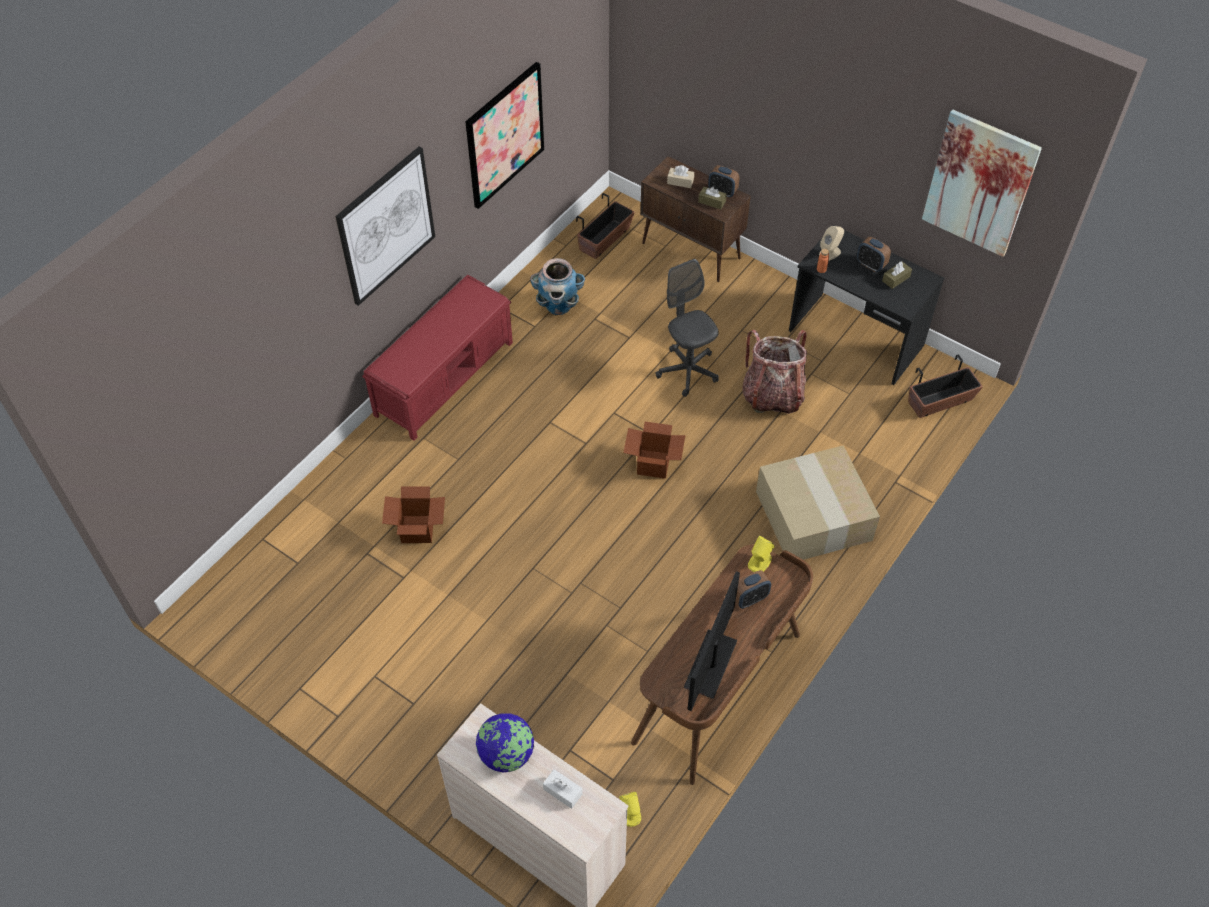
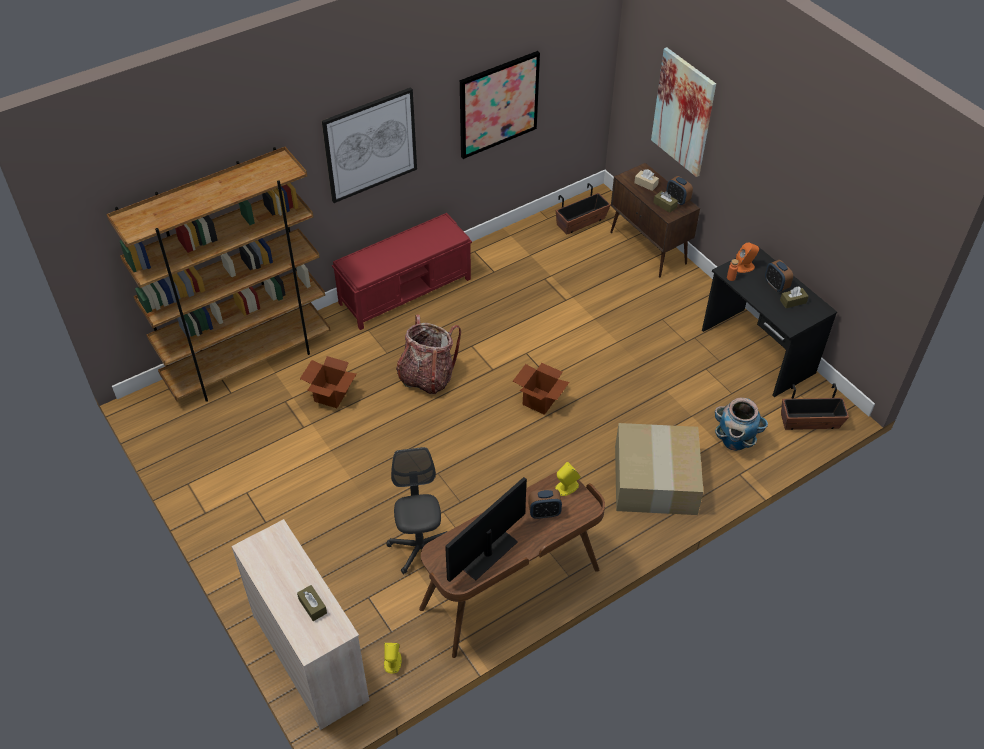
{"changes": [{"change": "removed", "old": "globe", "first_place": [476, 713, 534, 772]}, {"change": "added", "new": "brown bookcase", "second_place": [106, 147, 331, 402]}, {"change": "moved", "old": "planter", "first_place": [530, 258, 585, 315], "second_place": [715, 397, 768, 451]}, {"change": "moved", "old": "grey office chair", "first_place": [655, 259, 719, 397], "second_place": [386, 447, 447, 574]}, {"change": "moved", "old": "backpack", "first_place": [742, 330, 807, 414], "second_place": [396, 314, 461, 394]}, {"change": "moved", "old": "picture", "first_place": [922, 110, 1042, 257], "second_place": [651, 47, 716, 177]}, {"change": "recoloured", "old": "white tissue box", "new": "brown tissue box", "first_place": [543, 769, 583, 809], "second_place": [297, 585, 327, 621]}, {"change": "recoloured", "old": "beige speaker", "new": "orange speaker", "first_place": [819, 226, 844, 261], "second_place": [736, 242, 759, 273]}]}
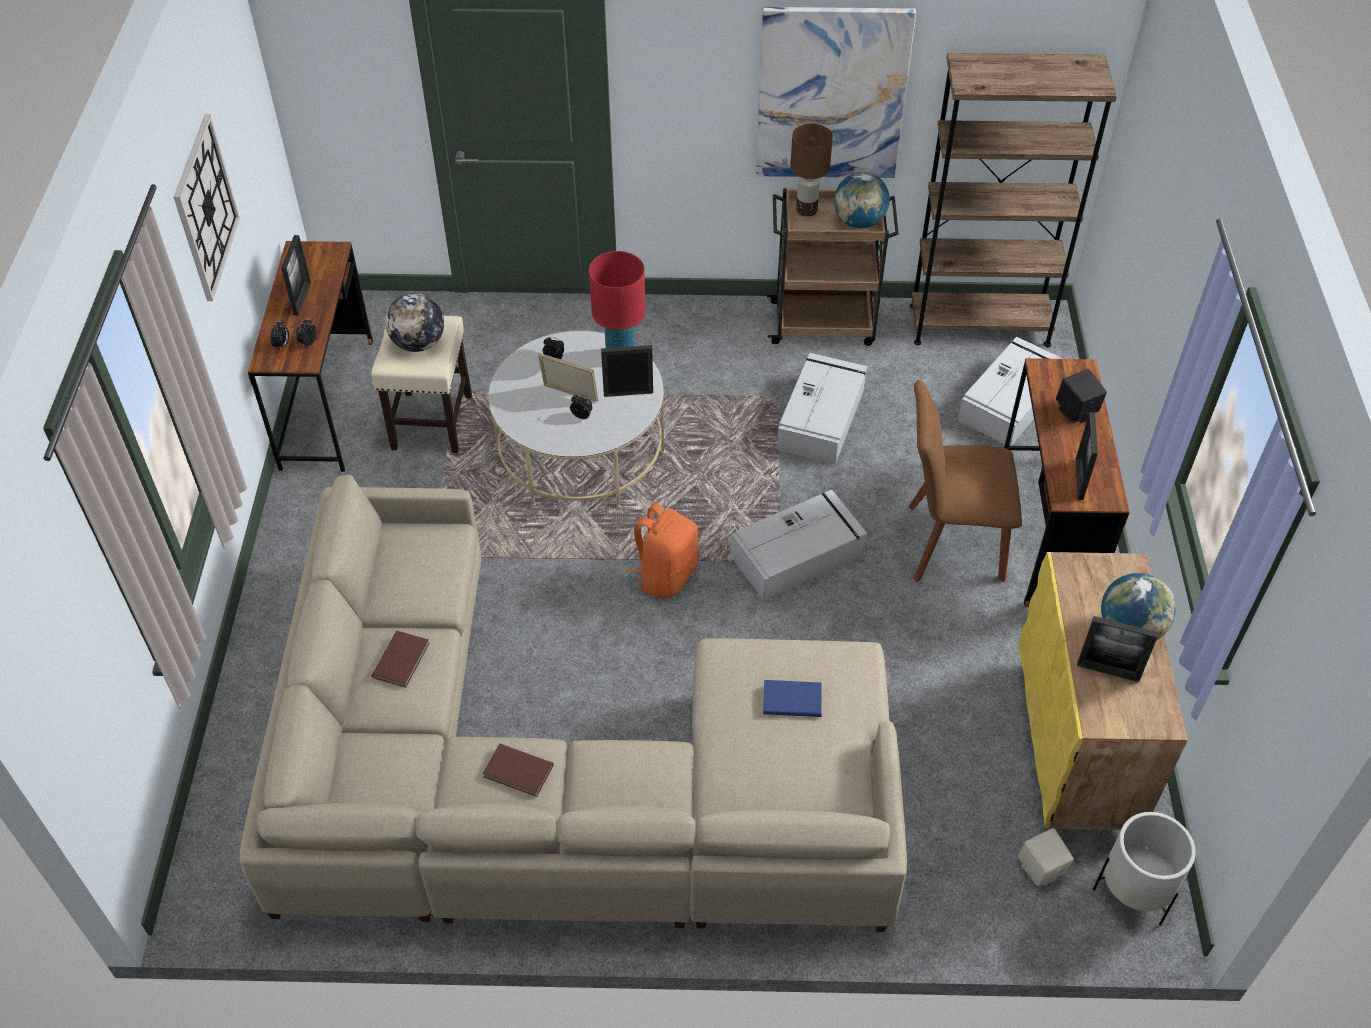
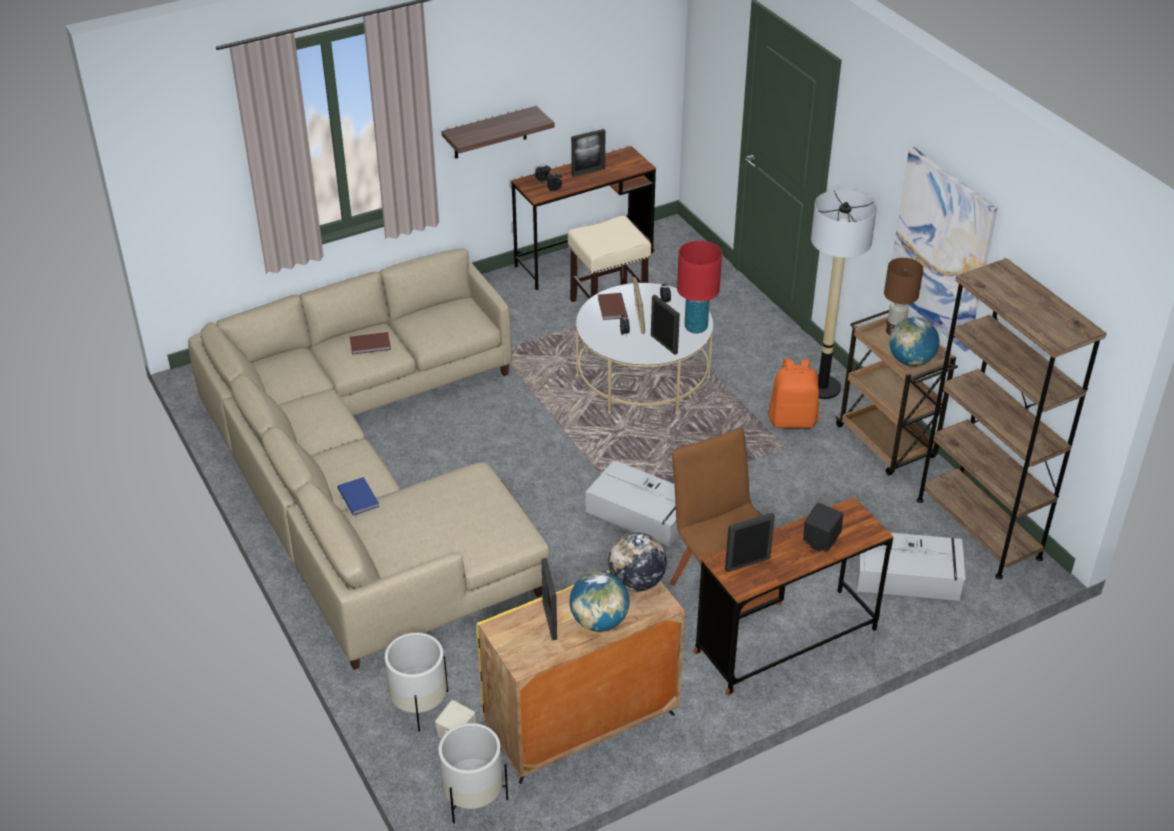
{"changes": [{"change": "removed", "old": "wall clock", "first_place": [174, 114, 240, 301]}, {"change": "removed", "old": "grey storage box", "first_place": [777, 353, 867, 464]}, {"change": "added", "new": "white planter", "second_place": [385, 632, 448, 732]}, {"change": "added", "new": "shelf", "second_place": [442, 106, 554, 159]}, {"change": "added", "new": "floor lamp", "second_place": [811, 189, 877, 399]}, {"change": "moved", "old": "globe", "first_place": [385, 293, 444, 352], "second_place": [608, 532, 667, 592]}, {"change": "moved", "old": "brown book", "first_place": [483, 743, 554, 797], "second_place": [598, 293, 627, 320]}, {"change": "moved", "old": "orange backpack", "first_place": [627, 502, 698, 599], "second_place": [769, 359, 819, 428]}, {"change": "moved", "old": "blue book", "first_place": [763, 680, 822, 717], "second_place": [337, 477, 379, 515]}]}
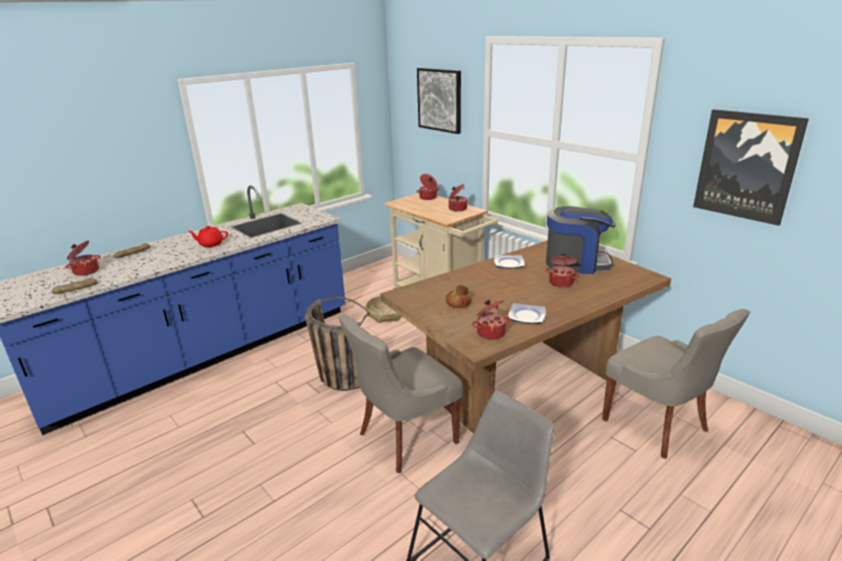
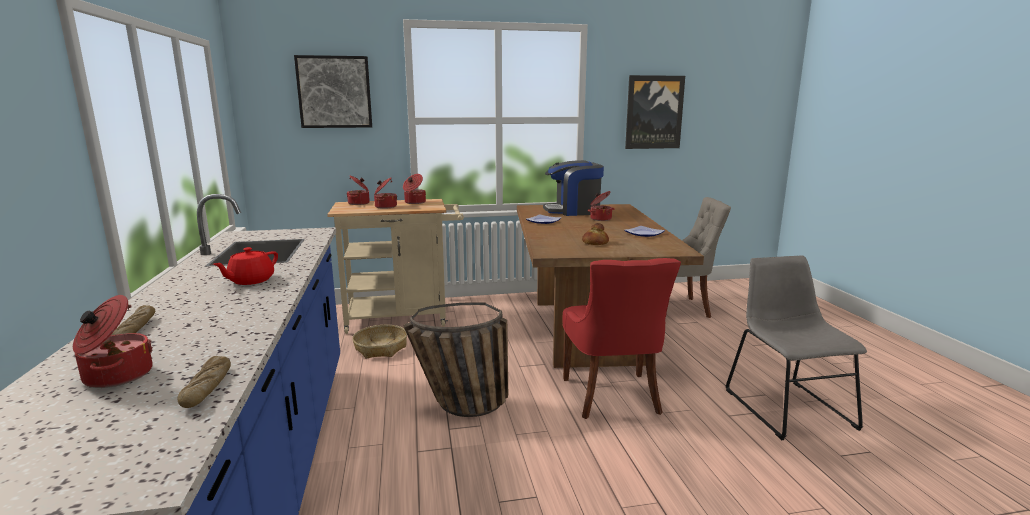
{"changes": [{"change": "moved", "old": "cooking pot", "first_place": [472, 300, 511, 340], "second_place": [374, 178, 397, 209]}, {"change": "recoloured", "old": "grey chair", "new": "red chair", "first_place": [338, 315, 463, 473], "second_place": [562, 258, 681, 419]}, {"change": "turned", "old": "coffee machine", "first_place": [546, 206, 616, 274], "second_place": [543, 160, 604, 216], "degrees": -135}]}
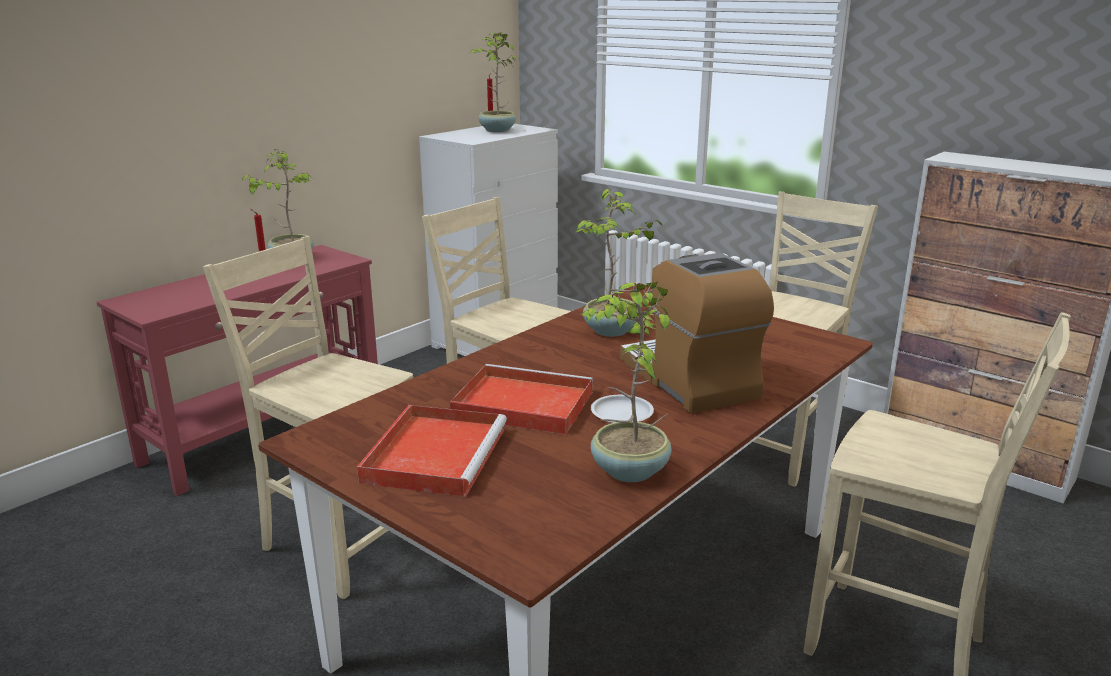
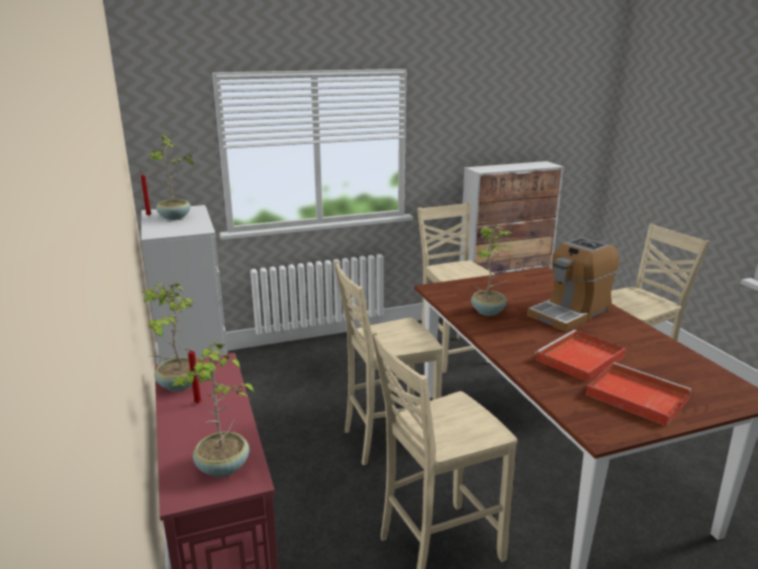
{"changes": [{"change": "removed", "old": "white plate", "first_place": [591, 395, 654, 423]}, {"change": "moved", "old": "potted plant", "first_place": [581, 281, 672, 482], "second_place": [171, 341, 255, 477]}, {"change": "turned", "old": "coffee machine", "first_place": [620, 253, 774, 414], "second_place": [527, 237, 619, 332], "degrees": -45}]}
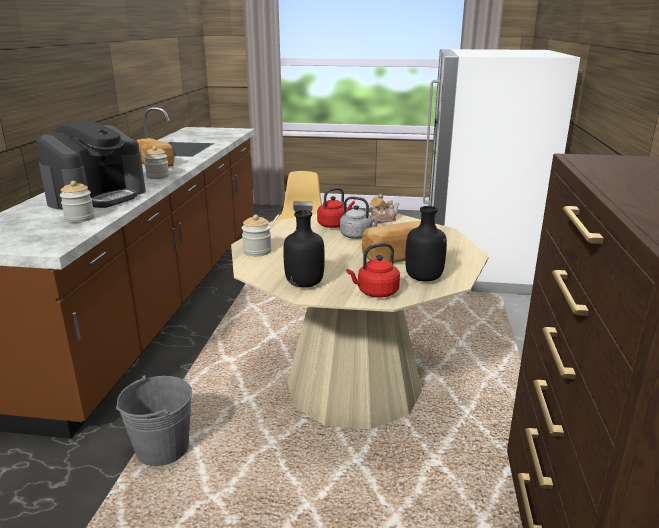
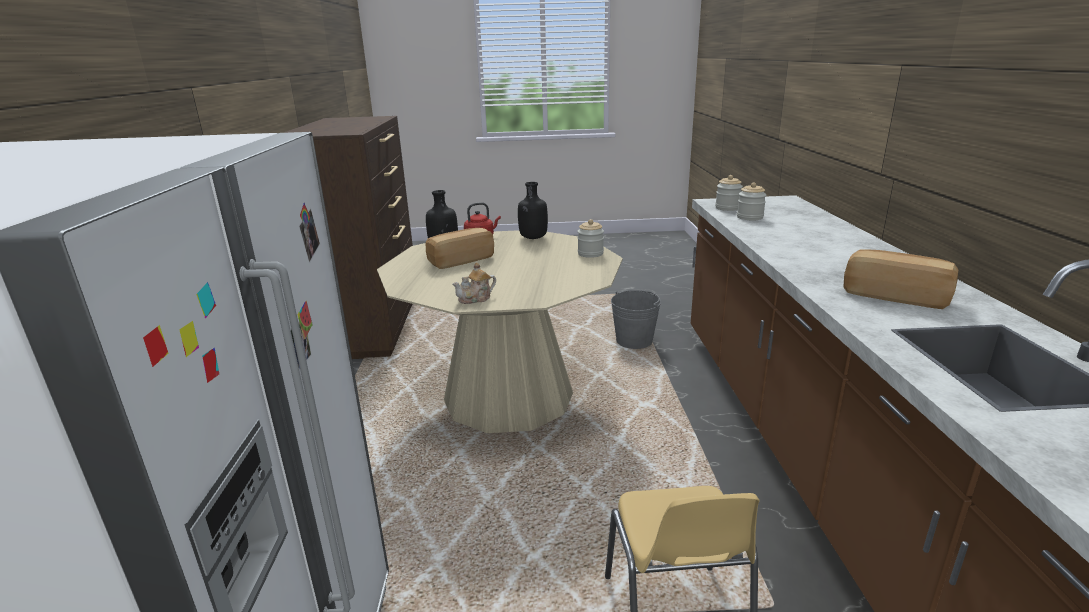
{"changes": [{"change": "removed", "old": "coffee machine", "first_place": [36, 121, 146, 210]}, {"change": "removed", "old": "red kettle", "first_place": [317, 187, 355, 228]}, {"change": "removed", "old": "grey kettle", "first_place": [340, 197, 381, 239]}, {"change": "moved", "old": "jar", "first_place": [144, 146, 169, 179], "second_place": [715, 175, 743, 211]}]}
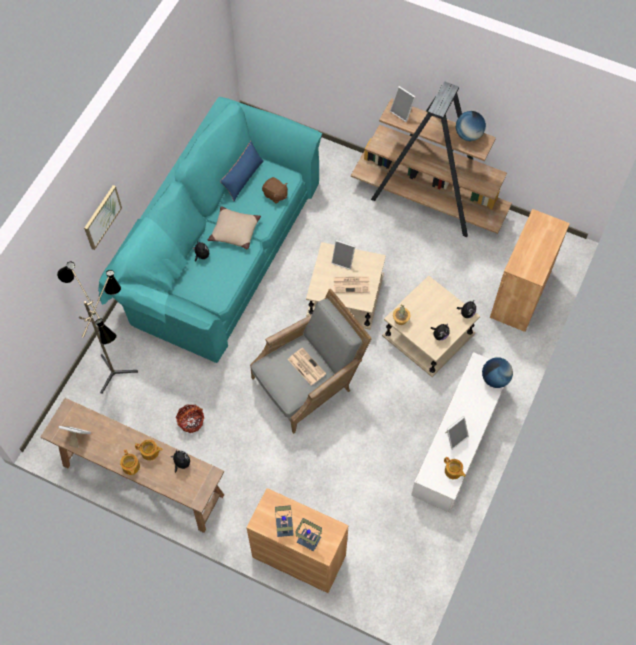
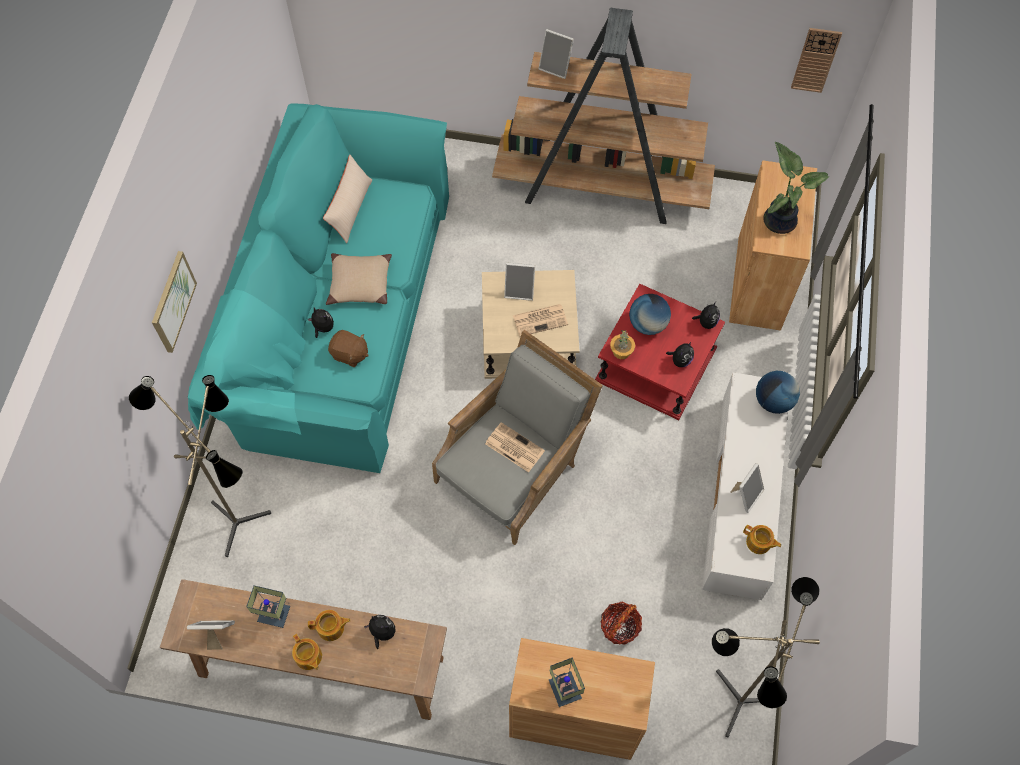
{"changes": [{"change": "added", "new": "floor lamp", "second_place": [712, 577, 820, 738]}, {"change": "added", "new": "potted plant", "second_place": [763, 142, 829, 234]}, {"change": "added", "new": "wall clock", "second_place": [791, 28, 842, 93]}, {"change": "moved", "old": "basket", "first_place": [176, 404, 204, 433], "second_place": [600, 602, 642, 645]}, {"change": "moved", "old": "brown plush toy", "first_place": [262, 177, 288, 204], "second_place": [328, 330, 369, 367]}, {"change": "moved", "old": "table lamp", "first_place": [295, 518, 322, 551], "second_place": [246, 585, 290, 628]}, {"change": "moved", "old": "globe", "first_place": [456, 111, 486, 141], "second_place": [629, 294, 671, 335]}, {"change": "recoloured", "old": "blue pillow", "new": "beige pillow", "first_place": [220, 141, 264, 201], "second_place": [323, 155, 372, 243]}, {"change": "recoloured", "old": "beige side table", "new": "red side table", "first_place": [382, 275, 480, 377], "second_place": [595, 284, 725, 420]}]}
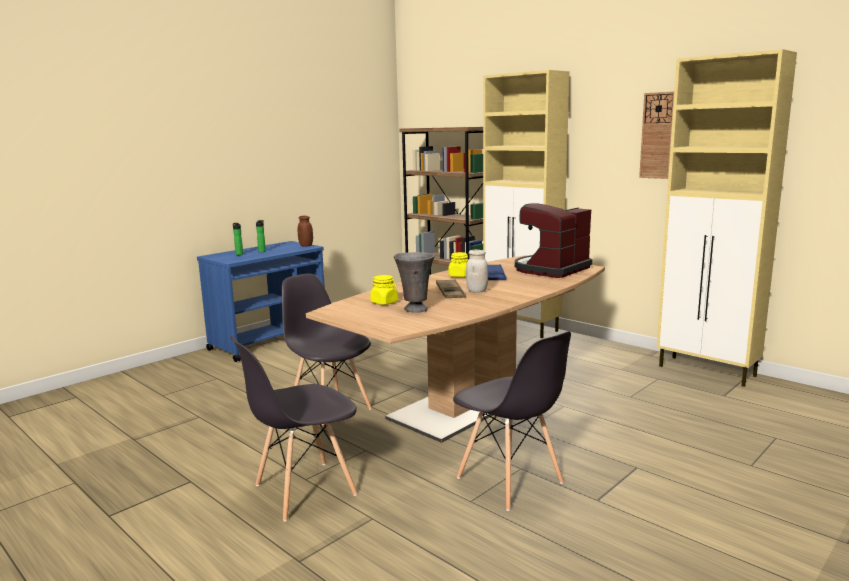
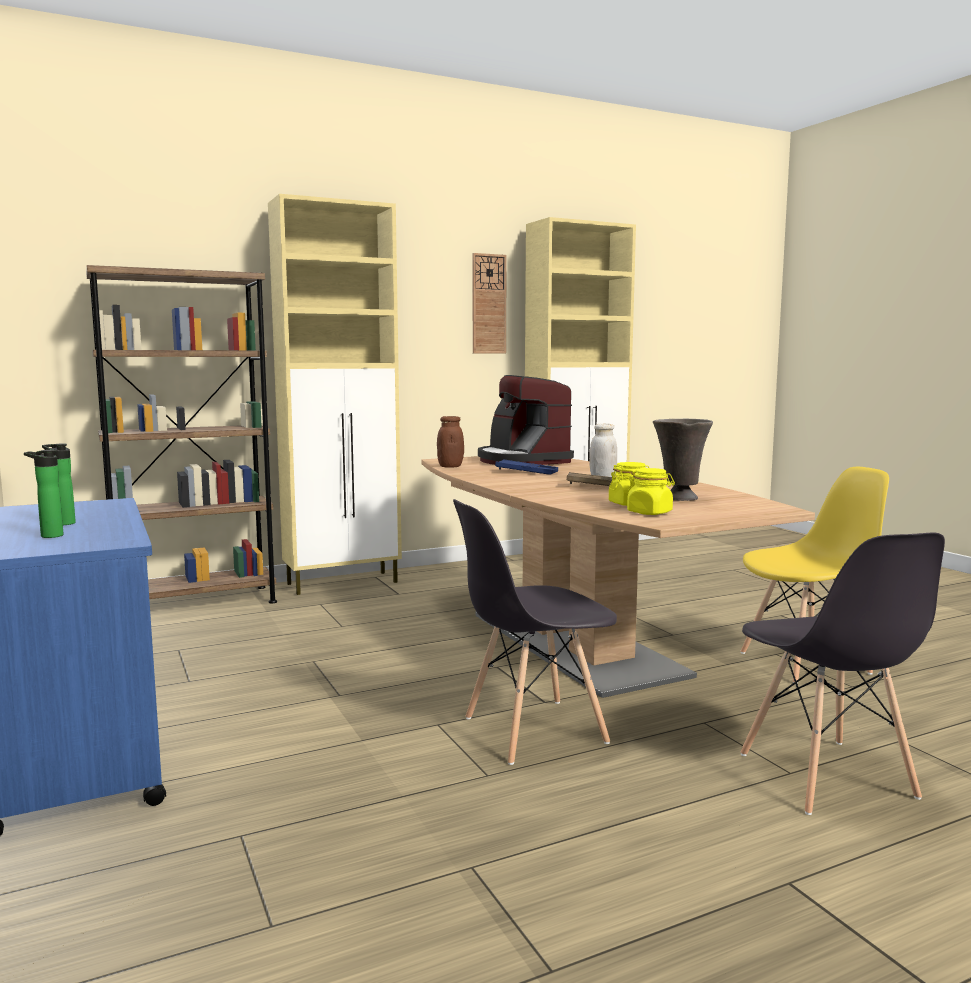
{"changes": [{"change": "moved", "old": "brown jar", "first_place": [298, 216, 313, 247], "second_place": [437, 416, 464, 468]}, {"change": "moved", "old": "yellow jar", "first_place": [448, 252, 468, 277], "second_place": [627, 468, 675, 515]}, {"change": "recoloured", "old": "grey chair", "new": "yellow chair", "first_place": [453, 331, 571, 511], "second_place": [741, 467, 889, 684]}]}
